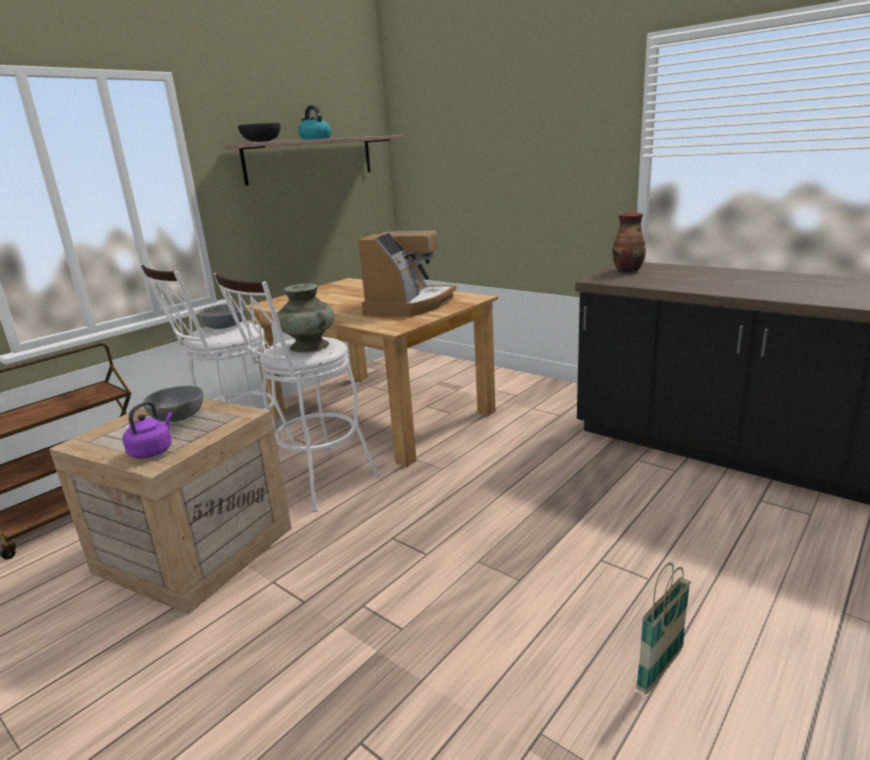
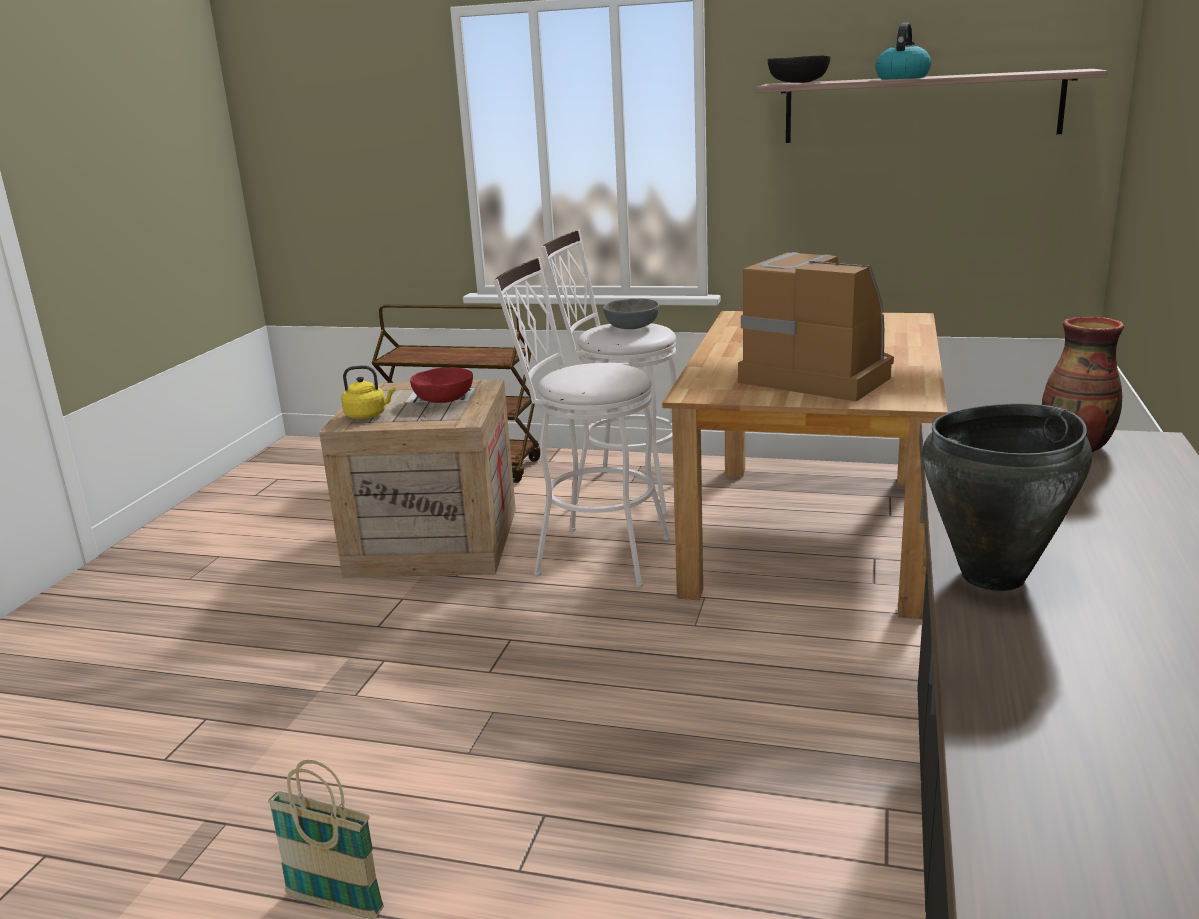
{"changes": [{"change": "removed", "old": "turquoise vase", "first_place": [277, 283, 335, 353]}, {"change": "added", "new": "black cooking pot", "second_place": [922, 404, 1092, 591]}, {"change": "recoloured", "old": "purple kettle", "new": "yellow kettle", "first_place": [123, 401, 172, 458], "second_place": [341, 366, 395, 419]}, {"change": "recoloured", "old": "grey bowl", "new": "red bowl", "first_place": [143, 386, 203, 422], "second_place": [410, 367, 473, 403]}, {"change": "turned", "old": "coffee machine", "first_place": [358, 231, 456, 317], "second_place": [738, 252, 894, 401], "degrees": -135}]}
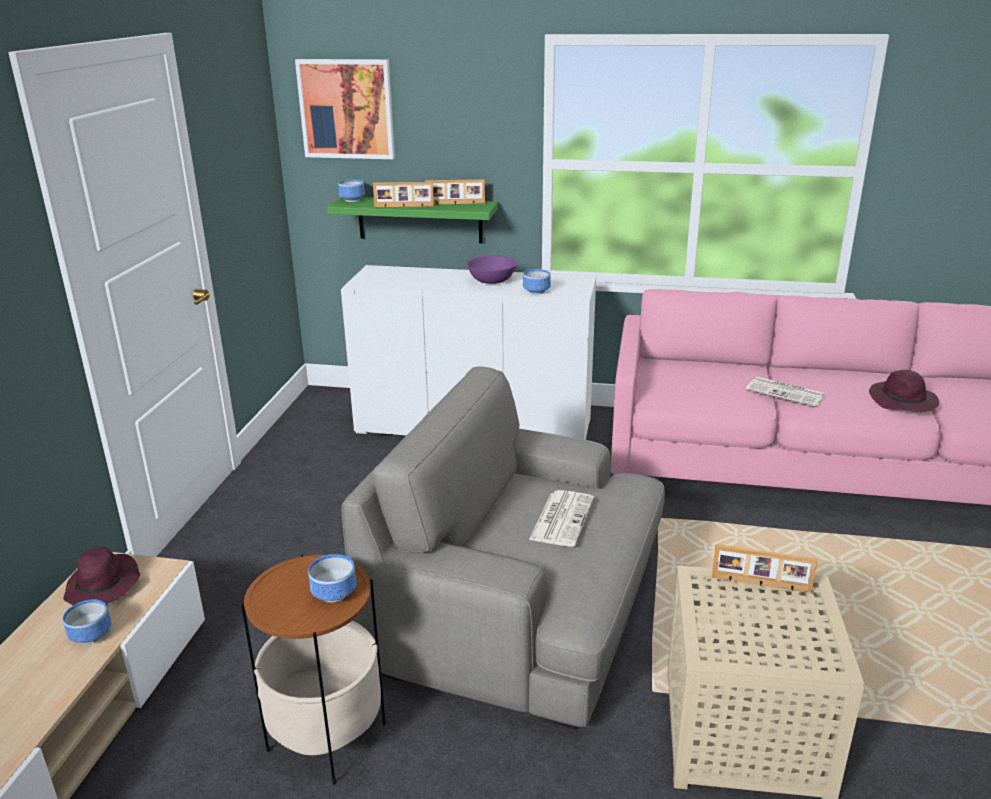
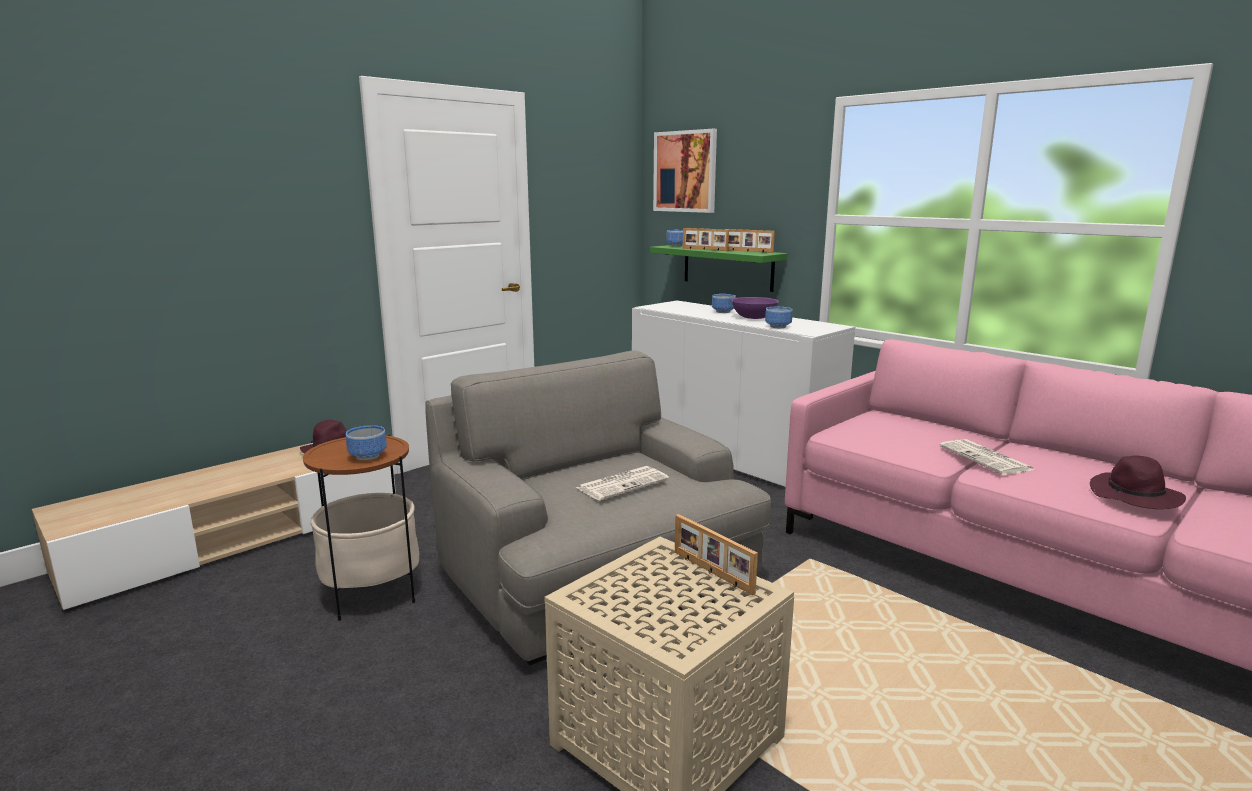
{"changes": [{"change": "moved", "old": "bowl", "first_place": [63, 600, 111, 644], "second_place": [712, 294, 736, 313]}]}
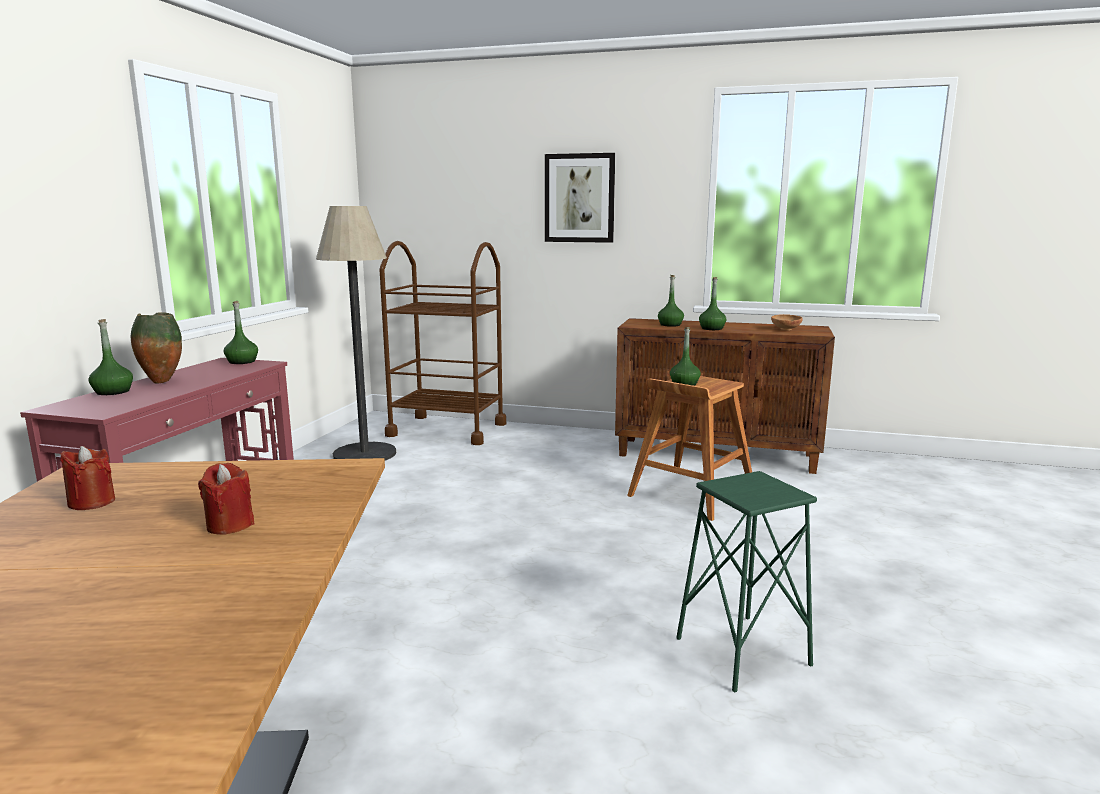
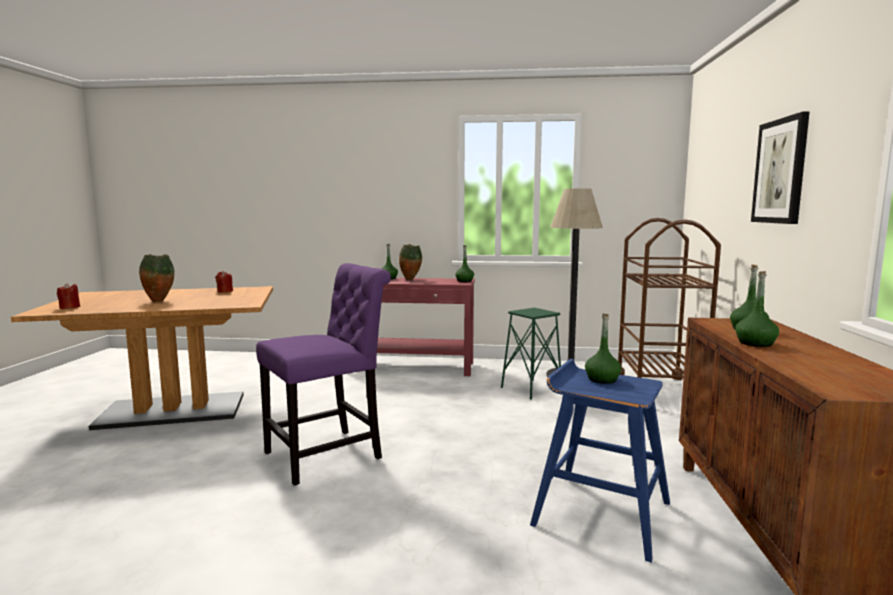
{"changes": [{"change": "removed", "old": "brown bowl", "first_place": [771, 314, 803, 331]}, {"change": "added", "new": "vase", "second_place": [139, 254, 174, 302]}, {"change": "added", "new": "purple chair", "second_place": [256, 263, 391, 486]}, {"change": "moved", "old": "red candle", "first_place": [198, 463, 255, 535], "second_place": [57, 283, 80, 309]}, {"change": "moved", "old": "green stool", "first_place": [676, 471, 817, 693], "second_place": [501, 308, 561, 400]}, {"change": "recoloured", "old": "brown stool", "new": "blue stool", "first_place": [627, 376, 752, 521], "second_place": [530, 359, 670, 563]}]}
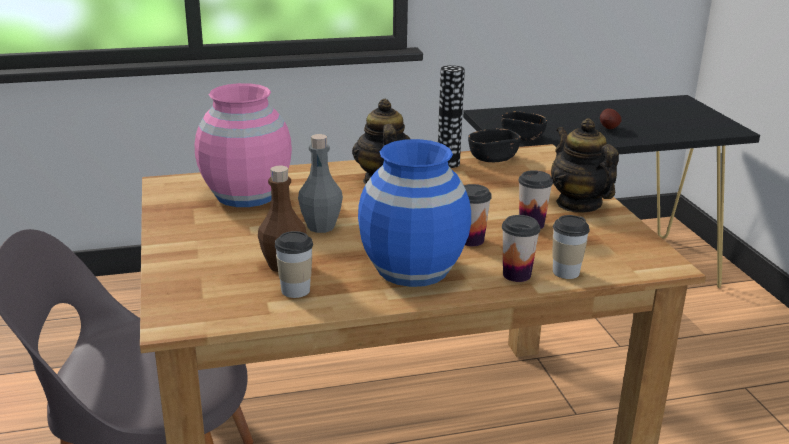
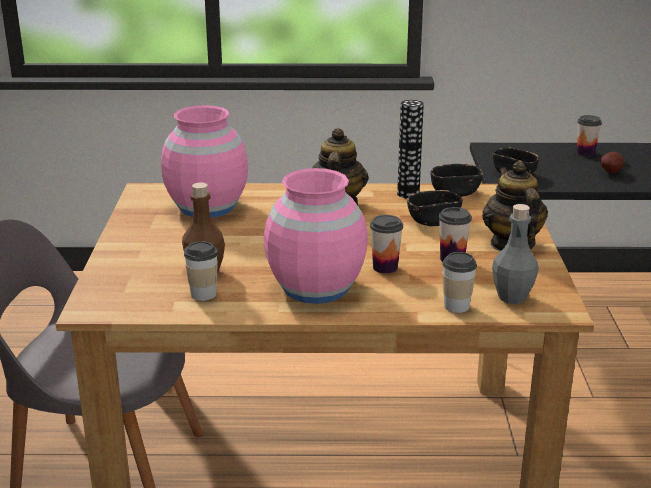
{"changes": [{"change": "added", "new": "black bowl", "second_place": [407, 190, 463, 226]}, {"change": "moved", "old": "grey bottle", "first_place": [298, 134, 343, 233], "second_place": [492, 204, 539, 304]}, {"change": "moved", "old": "cup", "first_place": [502, 215, 540, 282], "second_place": [577, 115, 602, 157]}, {"change": "recoloured", "old": "blue vase", "new": "pink vase", "first_place": [358, 139, 471, 287], "second_place": [264, 168, 368, 304]}]}
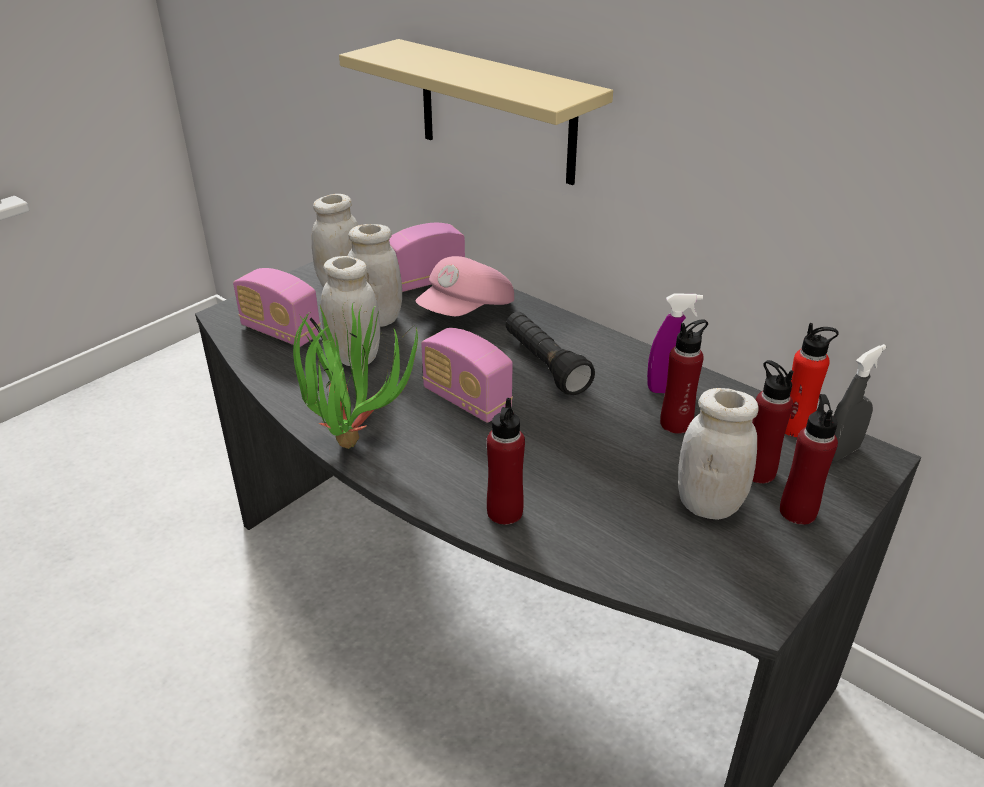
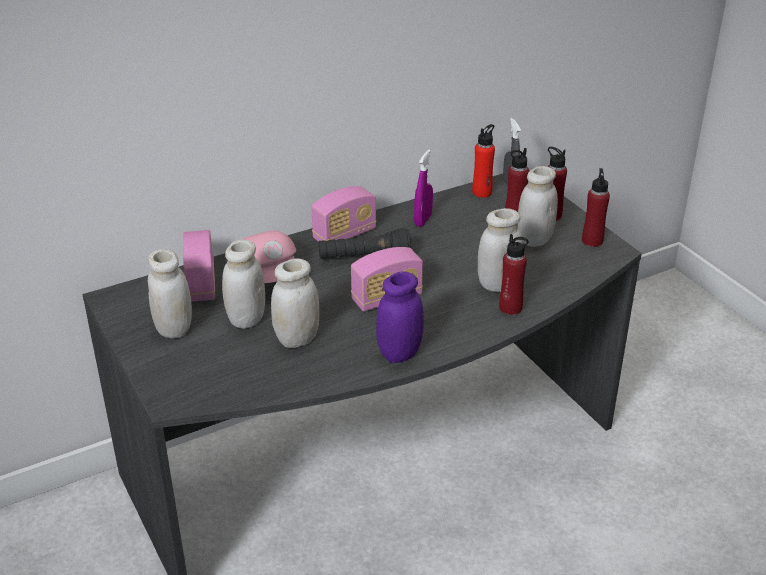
{"changes": [{"change": "removed", "old": "beige shelf", "first_place": [339, 39, 613, 185]}, {"change": "added", "new": "white jar", "second_place": [478, 208, 523, 292]}, {"change": "moved", "old": "radio", "first_place": [233, 268, 321, 347], "second_place": [311, 186, 376, 242]}, {"change": "moved", "old": "red bottle", "first_place": [660, 319, 708, 434], "second_place": [582, 168, 610, 247]}, {"change": "replaced", "old": "potted plant", "new": "purple jar", "first_place": [293, 302, 418, 449], "second_place": [376, 271, 424, 363]}]}
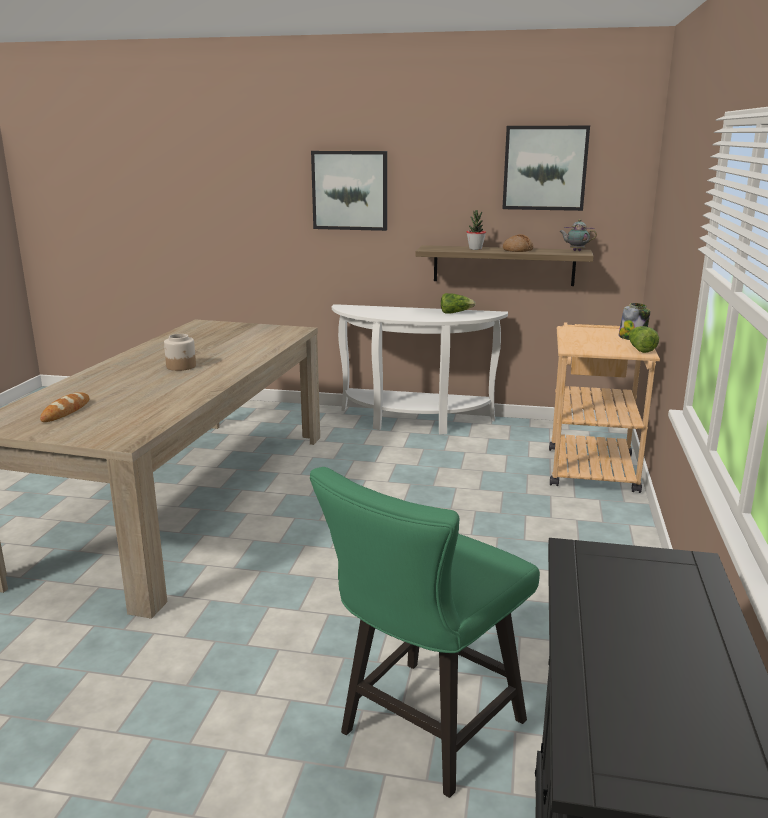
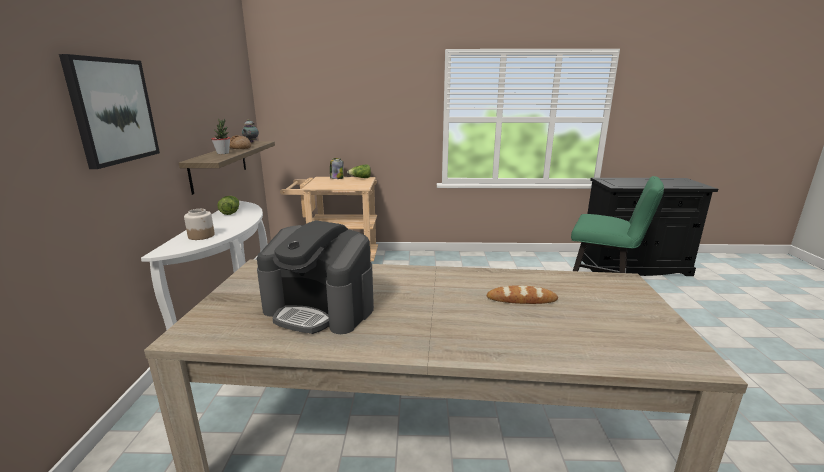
{"changes": [{"change": "removed", "old": "picture", "first_place": [502, 126, 590, 211]}, {"change": "added", "new": "coffee machine", "second_place": [257, 220, 374, 334]}, {"change": "moved", "old": "bread", "first_place": [40, 392, 89, 422], "second_place": [487, 285, 558, 304]}, {"change": "moved", "old": "jar", "first_place": [164, 334, 196, 371], "second_place": [184, 209, 215, 240]}]}
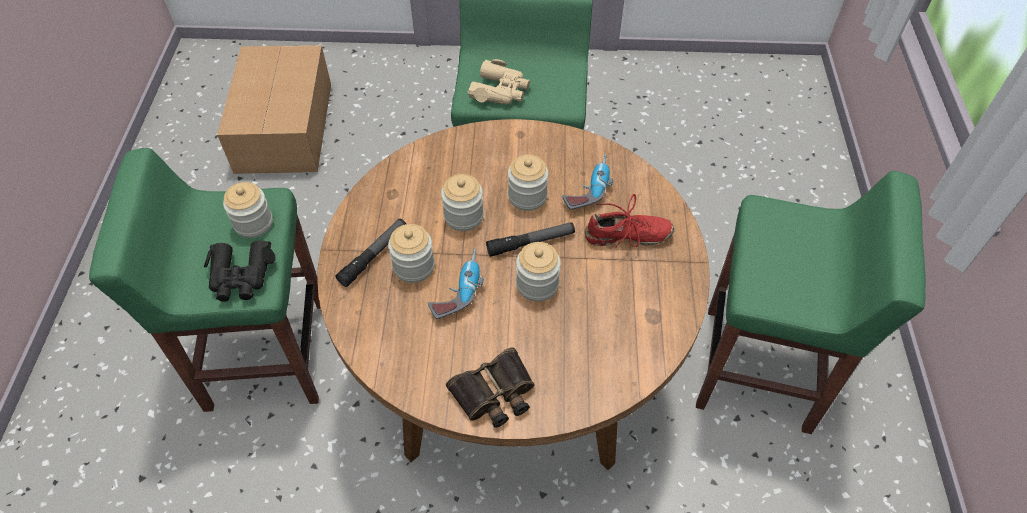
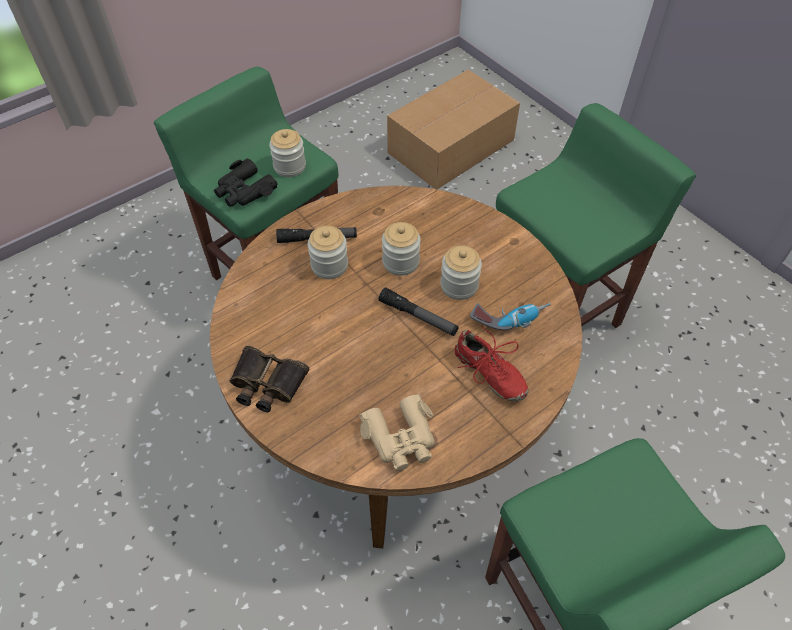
{"changes": [{"change": "removed", "old": "power drill", "first_place": [428, 249, 484, 319]}, {"change": "removed", "old": "jar", "first_place": [516, 242, 561, 301]}, {"change": "moved", "old": "beige binoculars", "first_place": [468, 59, 530, 104], "second_place": [360, 394, 435, 471]}]}
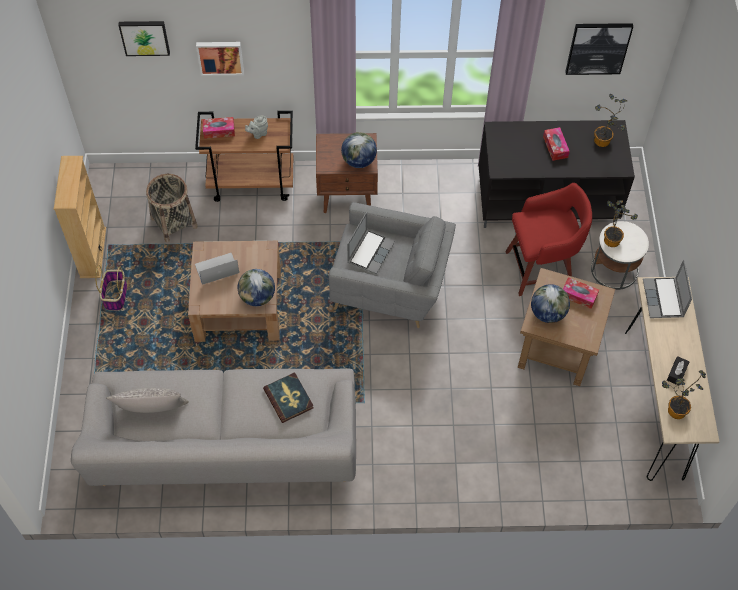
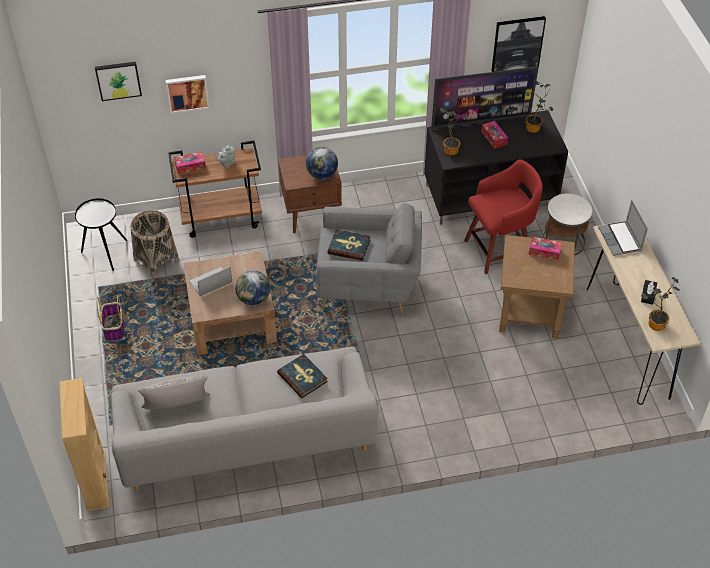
{"changes": [{"change": "removed", "old": "globe", "first_place": [531, 284, 570, 323]}, {"change": "added", "new": "black side table", "second_place": [75, 198, 127, 271]}, {"change": "added", "new": "television", "second_place": [431, 66, 539, 129]}, {"change": "moved", "old": "beige bookcase", "first_place": [54, 156, 106, 278], "second_place": [59, 378, 109, 511]}, {"change": "moved", "old": "potted plant", "first_place": [604, 200, 638, 247], "second_place": [440, 108, 469, 156]}, {"change": "replaced", "old": "laptop", "new": "book", "first_place": [347, 212, 395, 274], "second_place": [328, 230, 371, 261]}]}
